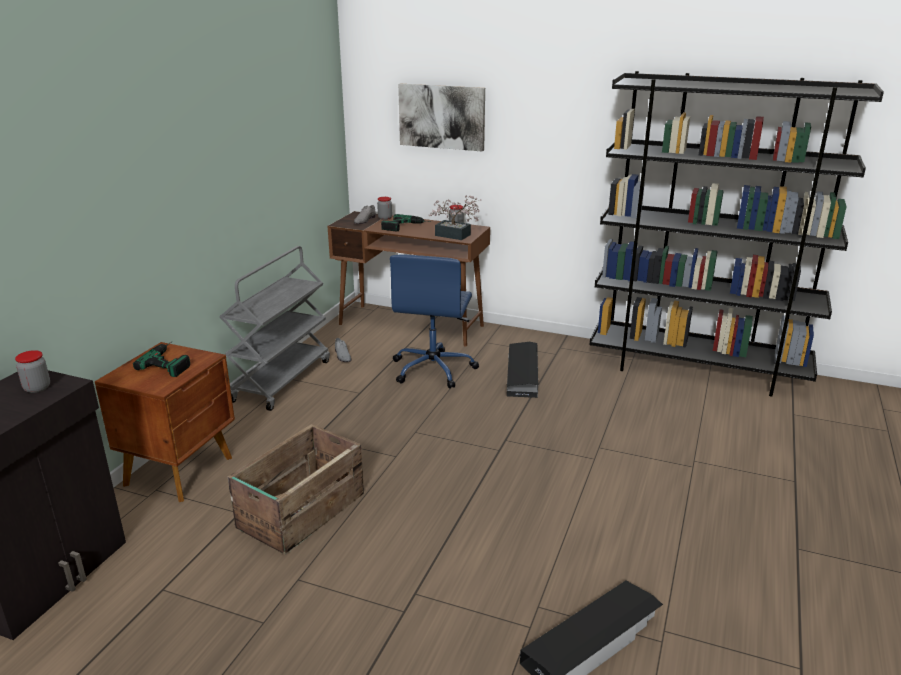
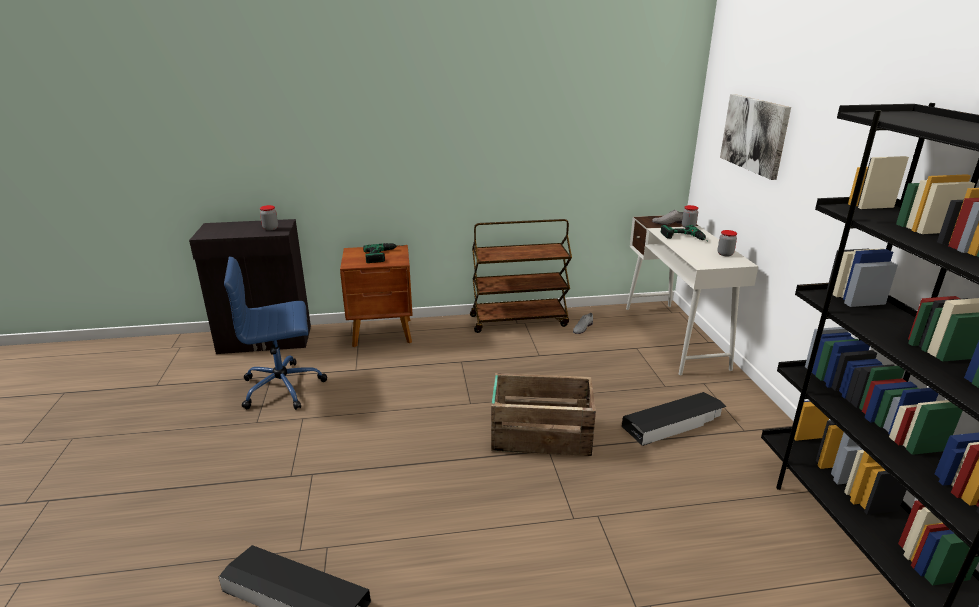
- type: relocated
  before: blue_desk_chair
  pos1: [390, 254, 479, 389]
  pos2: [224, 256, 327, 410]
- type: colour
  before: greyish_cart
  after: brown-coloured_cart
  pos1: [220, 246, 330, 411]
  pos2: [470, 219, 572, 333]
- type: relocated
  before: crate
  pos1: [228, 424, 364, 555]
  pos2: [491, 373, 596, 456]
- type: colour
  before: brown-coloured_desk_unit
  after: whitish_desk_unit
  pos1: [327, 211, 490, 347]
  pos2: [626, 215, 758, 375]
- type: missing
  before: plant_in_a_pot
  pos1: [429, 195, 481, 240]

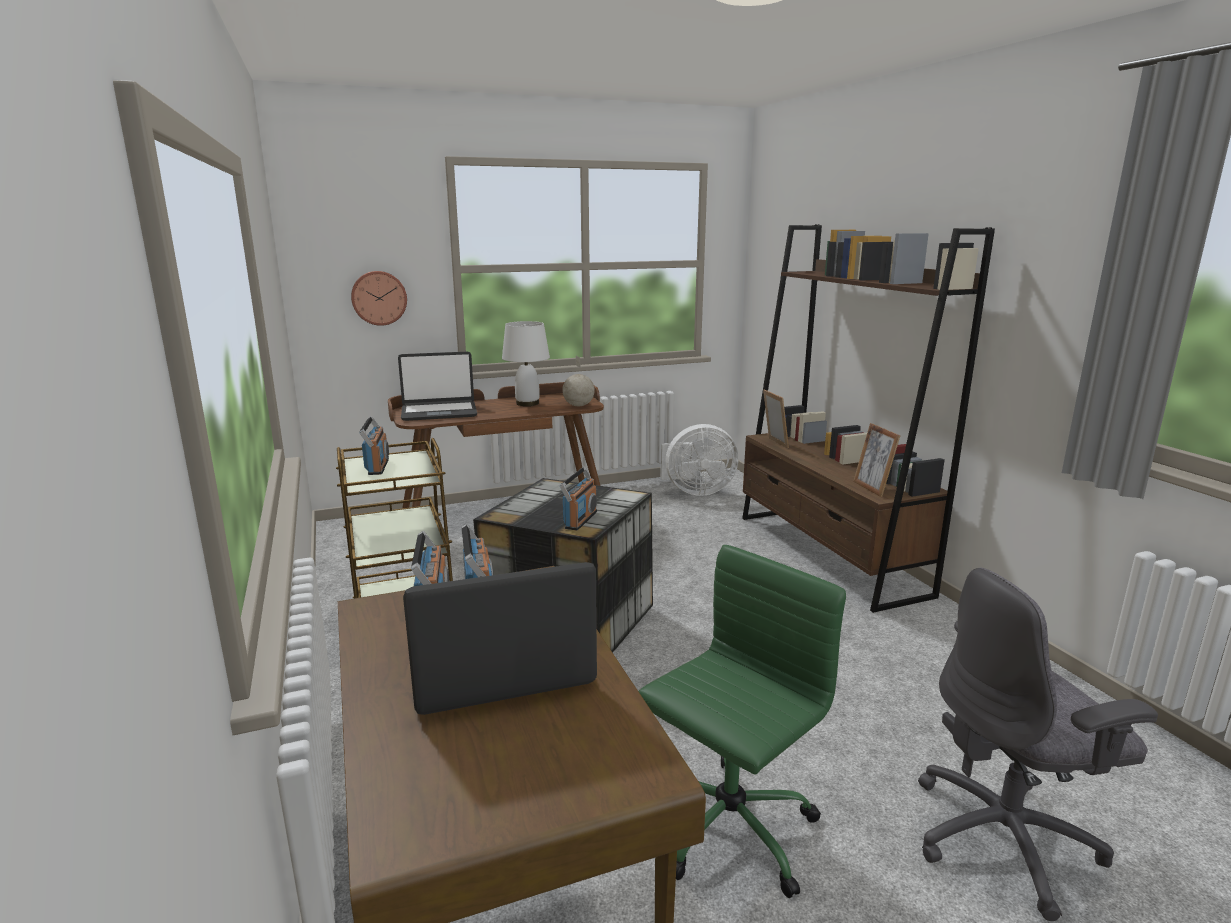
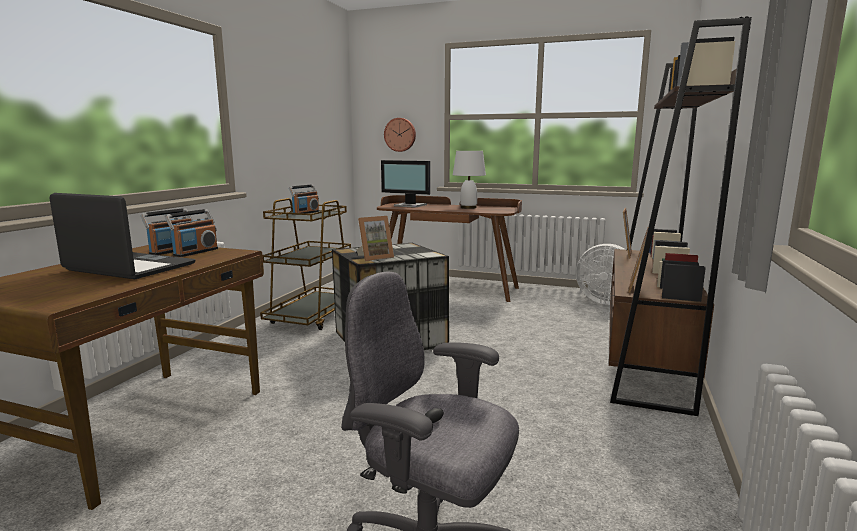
- type: exchanged
  before: radio_set
  after: picture_frame
  pos1: [560, 467, 597, 531]
  pos2: [357, 216, 394, 261]
- type: exchanged
  before: laptop
  after: computer_screen
  pos1: [398, 351, 477, 421]
  pos2: [381, 160, 430, 208]
- type: missing
  before: desk_globe
  pos1: [562, 356, 595, 406]
- type: missing
  before: greenish_desk_chair
  pos1: [638, 545, 846, 898]

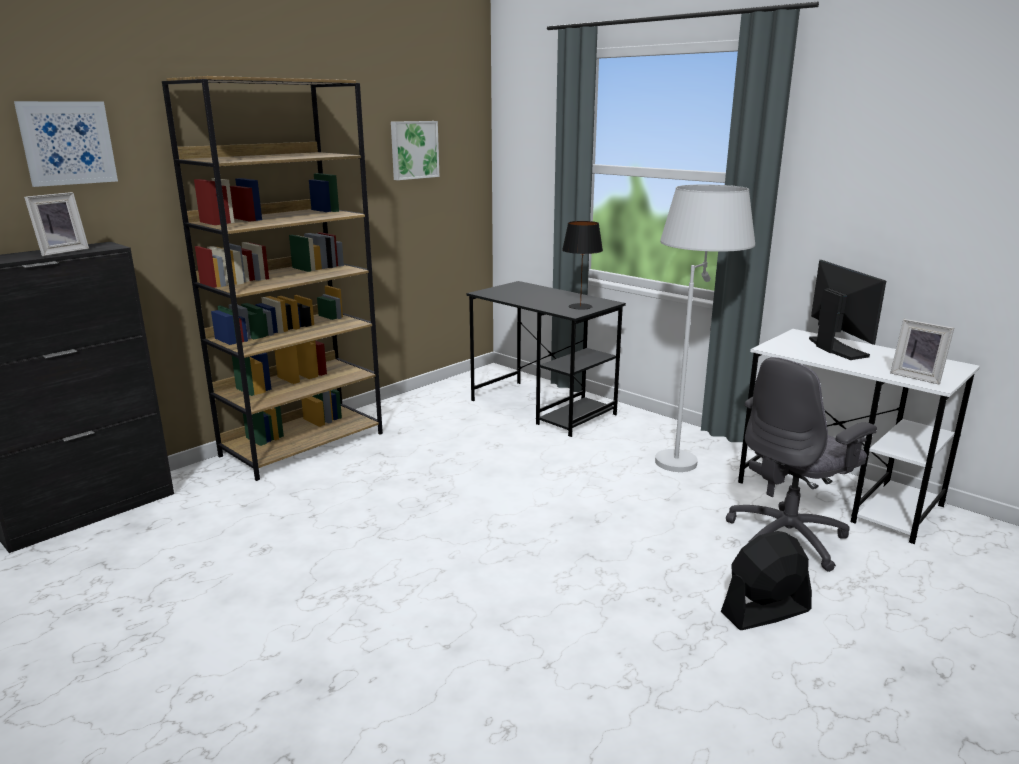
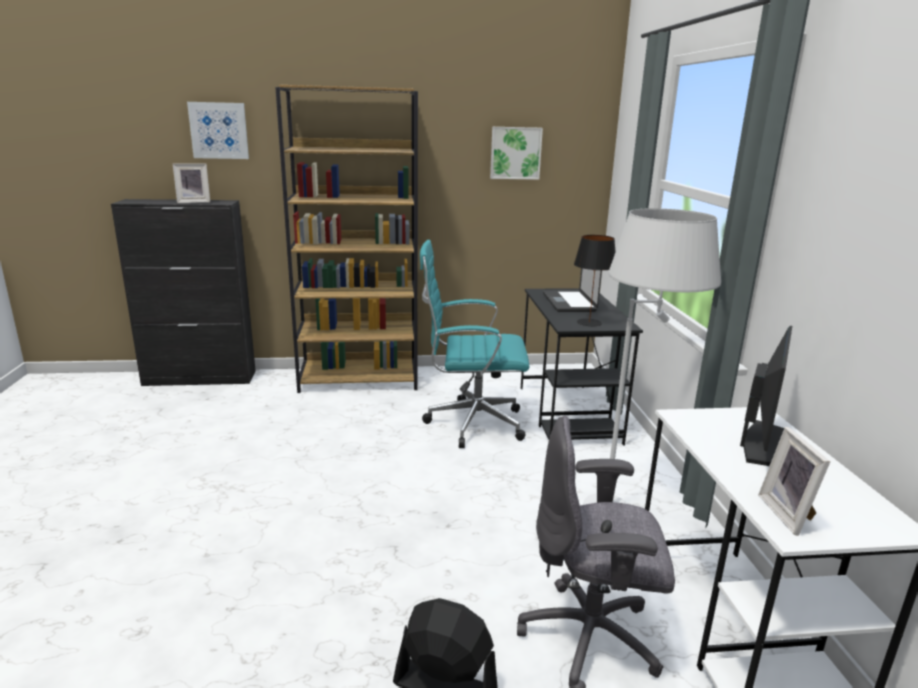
- type: appeared
  after: turquoise-coloured_desk_chair
  pos2: [420, 240, 529, 448]
- type: appeared
  after: laptop
  pos2: [543, 268, 602, 312]

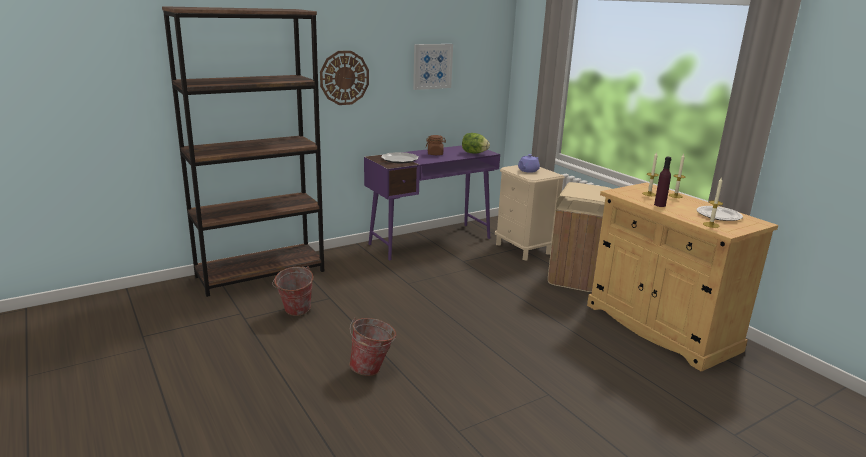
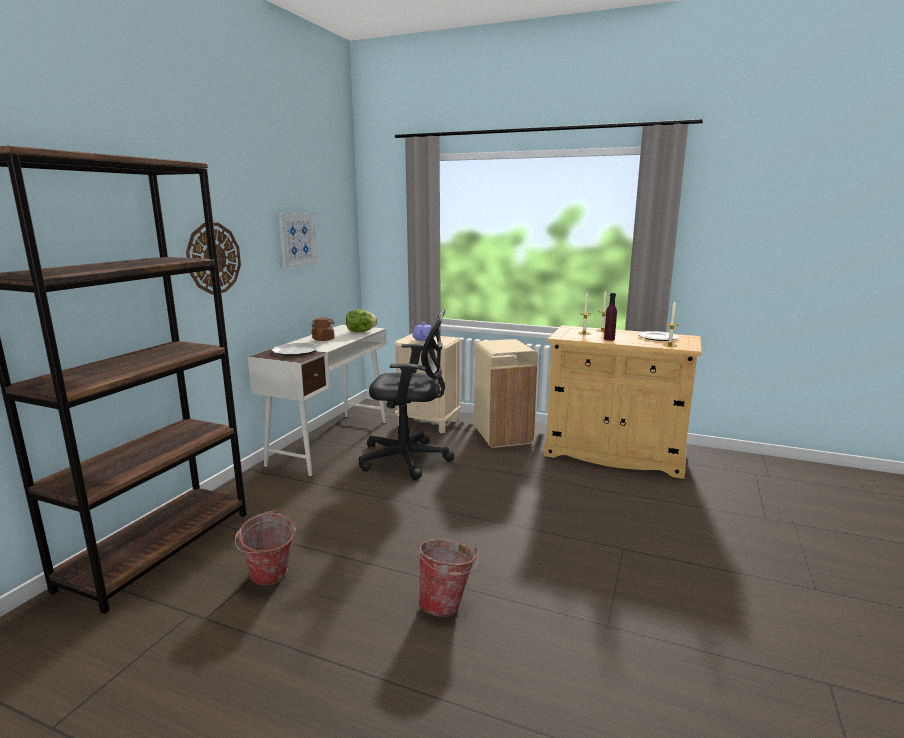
- type: colour
  before: purple_desk_unit
  after: whitish_desk_unit
  pos1: [364, 145, 500, 260]
  pos2: [248, 325, 387, 476]
- type: appeared
  after: black-coloured_desk_chair
  pos2: [359, 310, 454, 480]

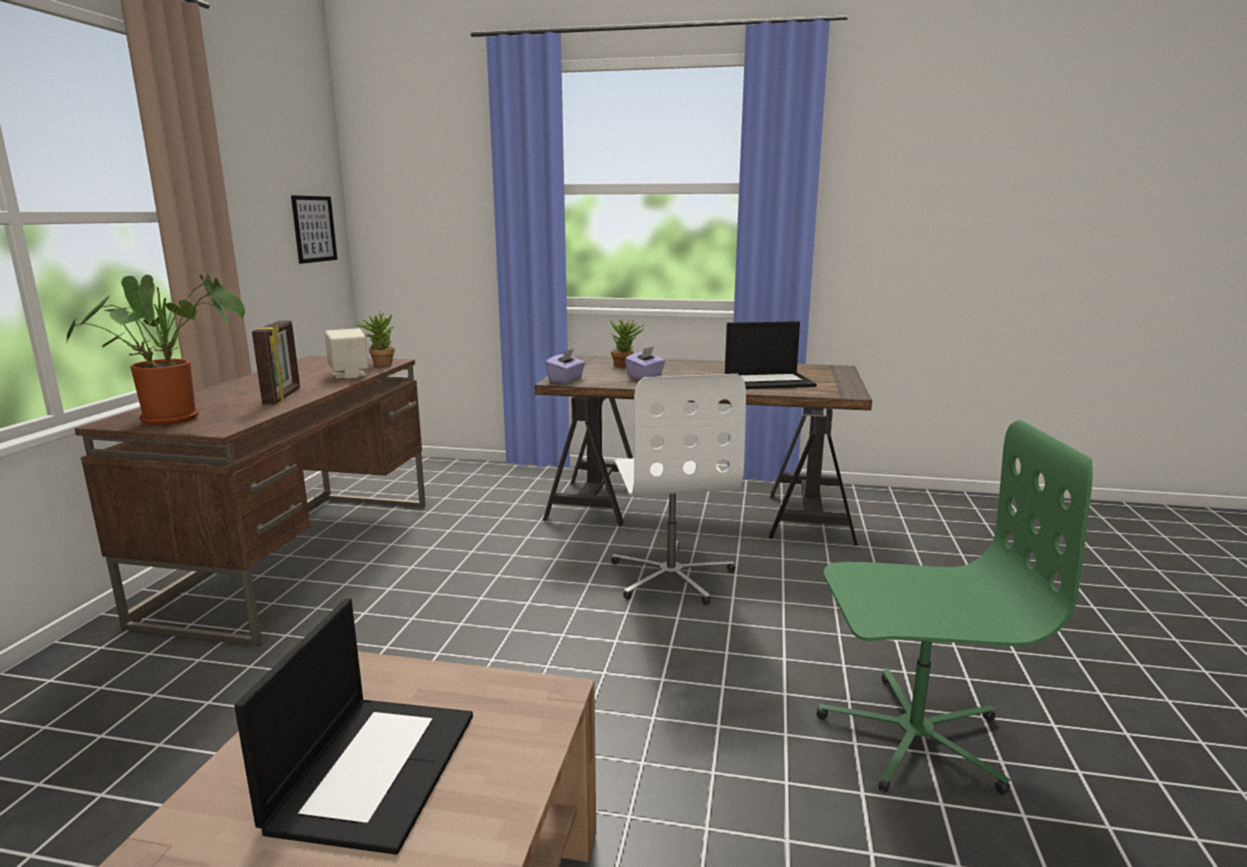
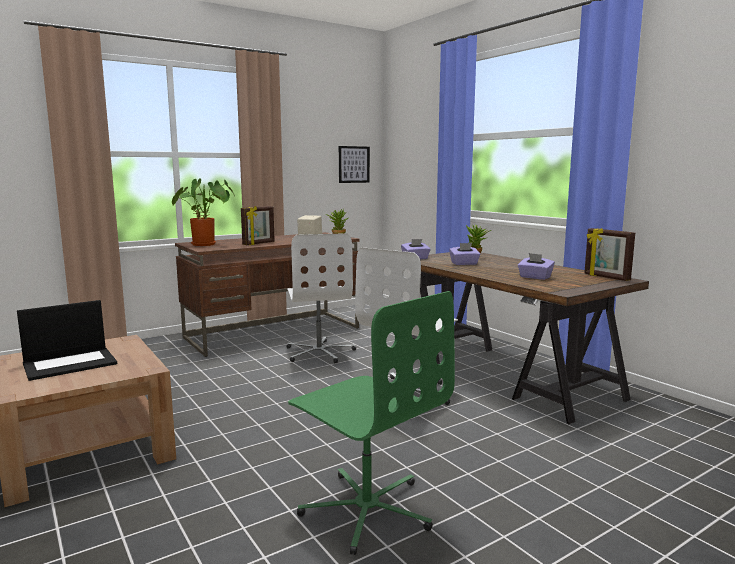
- type: appeared
  after: whitish_desk_chair
  pos2: [286, 233, 356, 364]
- type: exchanged
  before: laptop
  after: purple_box_of_tissues
  pos1: [725, 321, 817, 389]
  pos2: [518, 253, 555, 280]
- type: appeared
  after: picture_frame
  pos2: [584, 228, 635, 281]

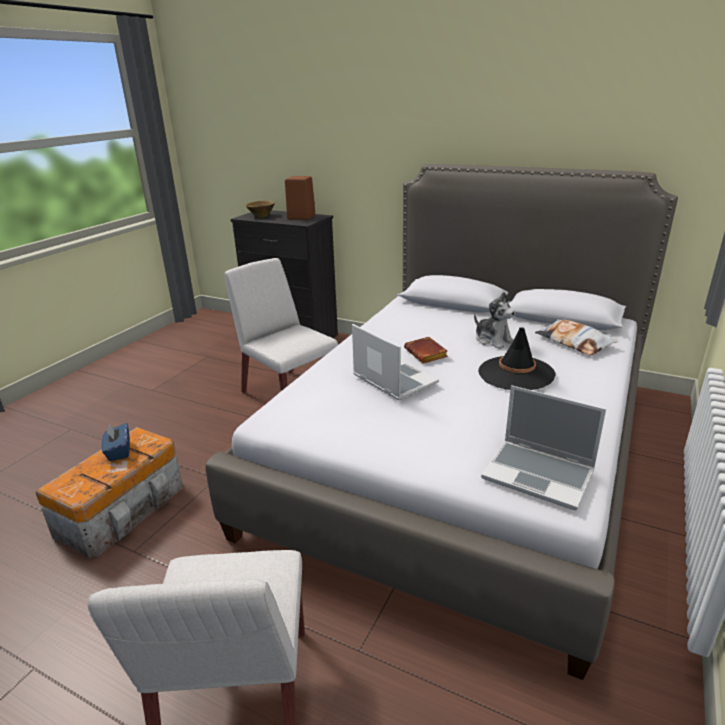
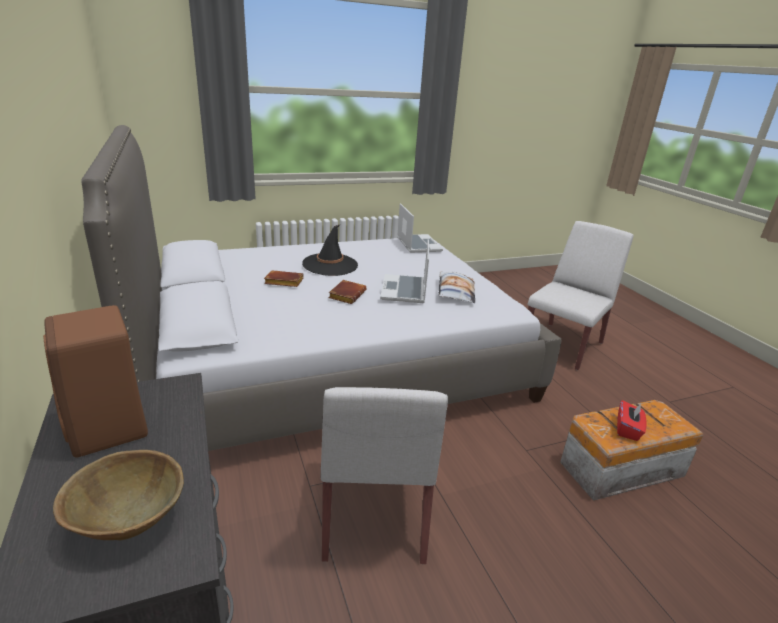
- type: exchanged
  before: plush_toy
  after: brown-coloured_bound_book
  pos1: [474, 292, 515, 349]
  pos2: [264, 270, 304, 287]
- type: relocated
  before: pillow
  pos1: [535, 319, 618, 356]
  pos2: [438, 271, 475, 303]
- type: colour
  before: blue_box_of_tissues
  after: reddish_box_of_tissues
  pos1: [102, 423, 130, 461]
  pos2: [617, 400, 646, 441]

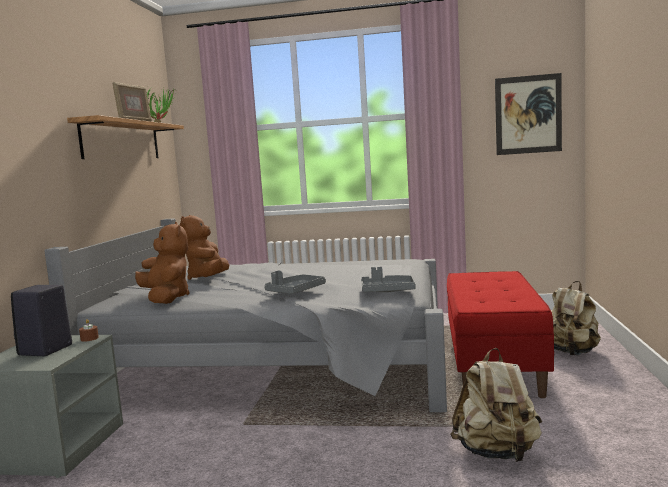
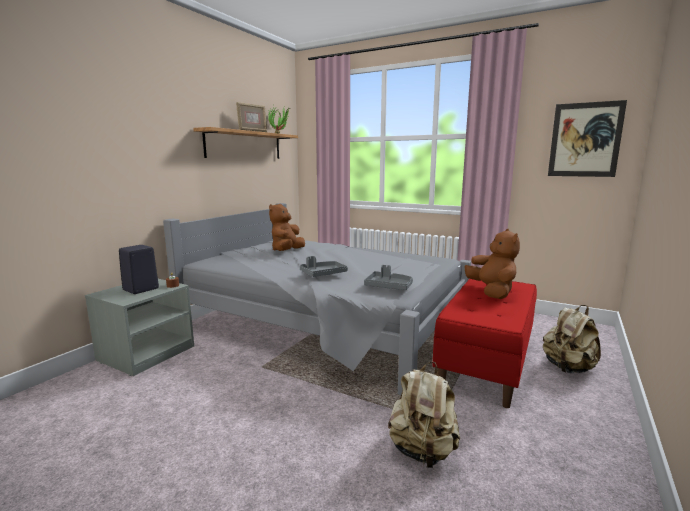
- type: relocated
  before: brown-coloured_plush_toy
  pos1: [135, 222, 190, 304]
  pos2: [465, 229, 520, 299]

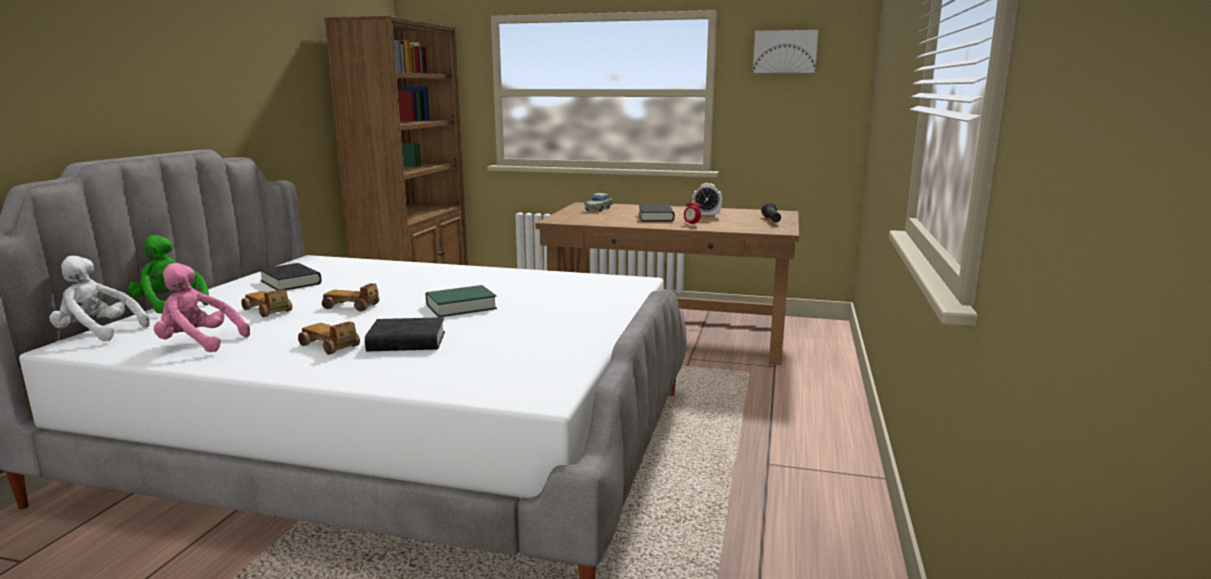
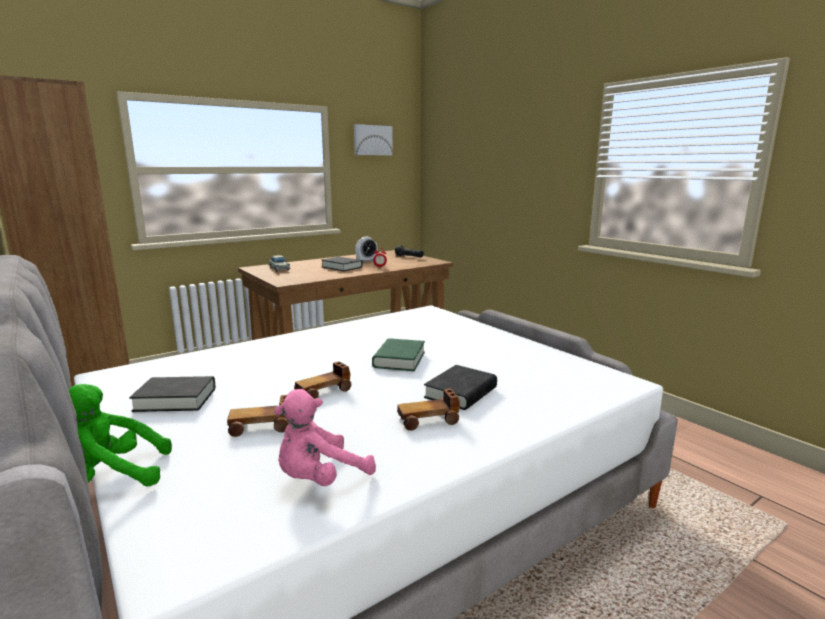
- type: missing
  before: whitish_plush_toy
  pos1: [49, 256, 150, 341]

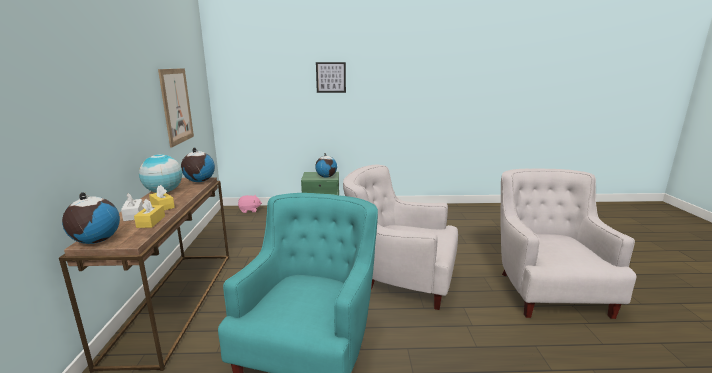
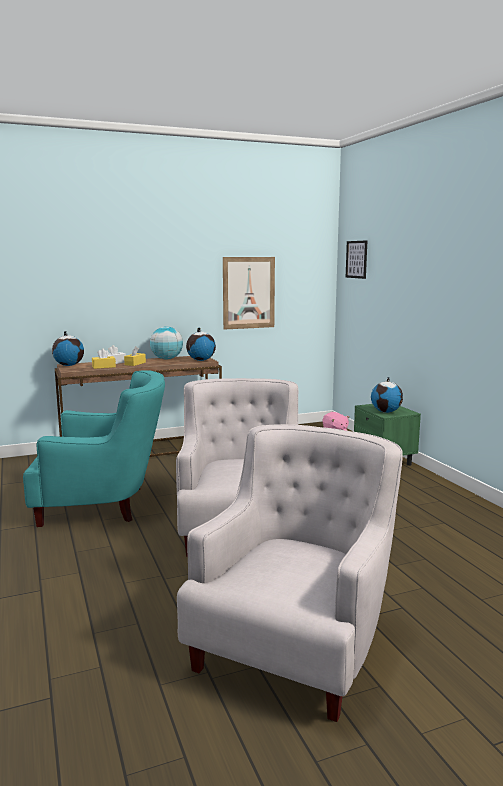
- type: spun
  before: whitish_lounge_chair
  pos1: [500, 168, 636, 319]
  pos2: [177, 424, 403, 722]
  turn: -45
- type: relocated
  before: wall_art
  pos1: [316, 62, 346, 93]
  pos2: [346, 240, 367, 279]

